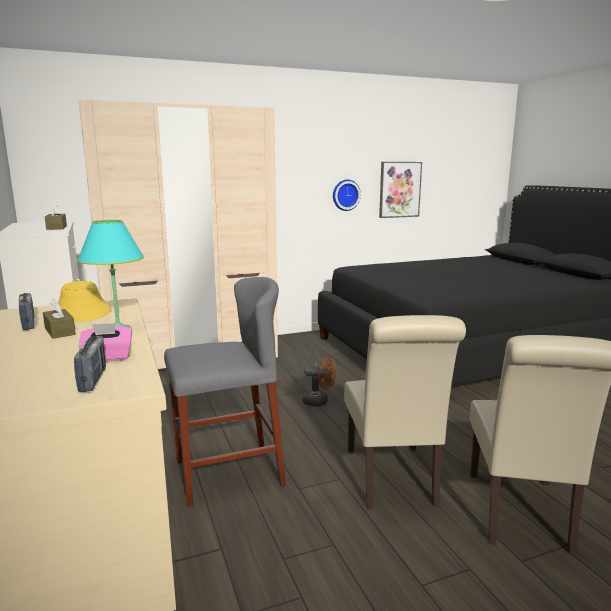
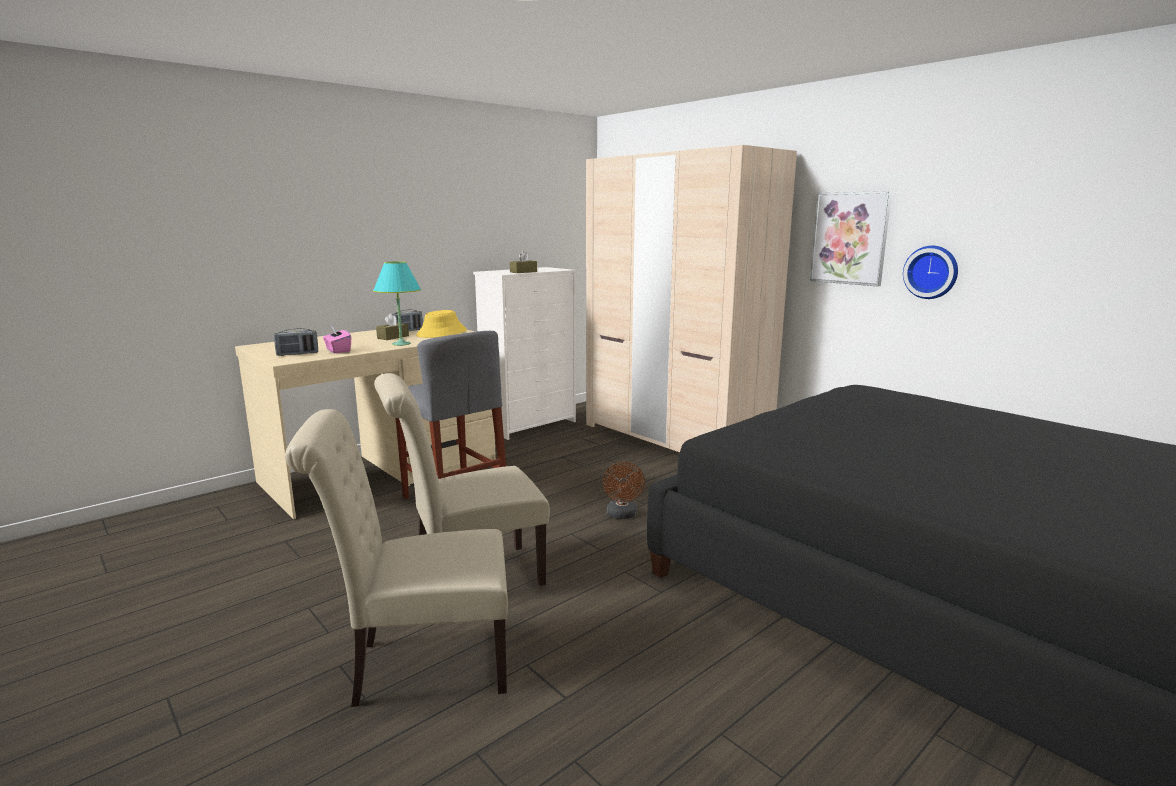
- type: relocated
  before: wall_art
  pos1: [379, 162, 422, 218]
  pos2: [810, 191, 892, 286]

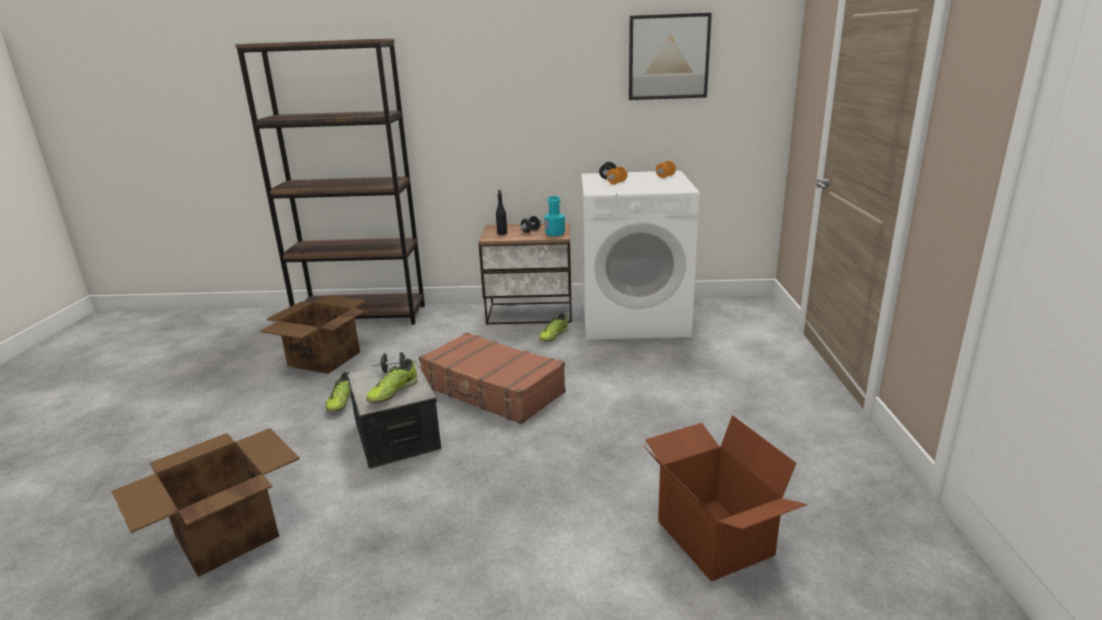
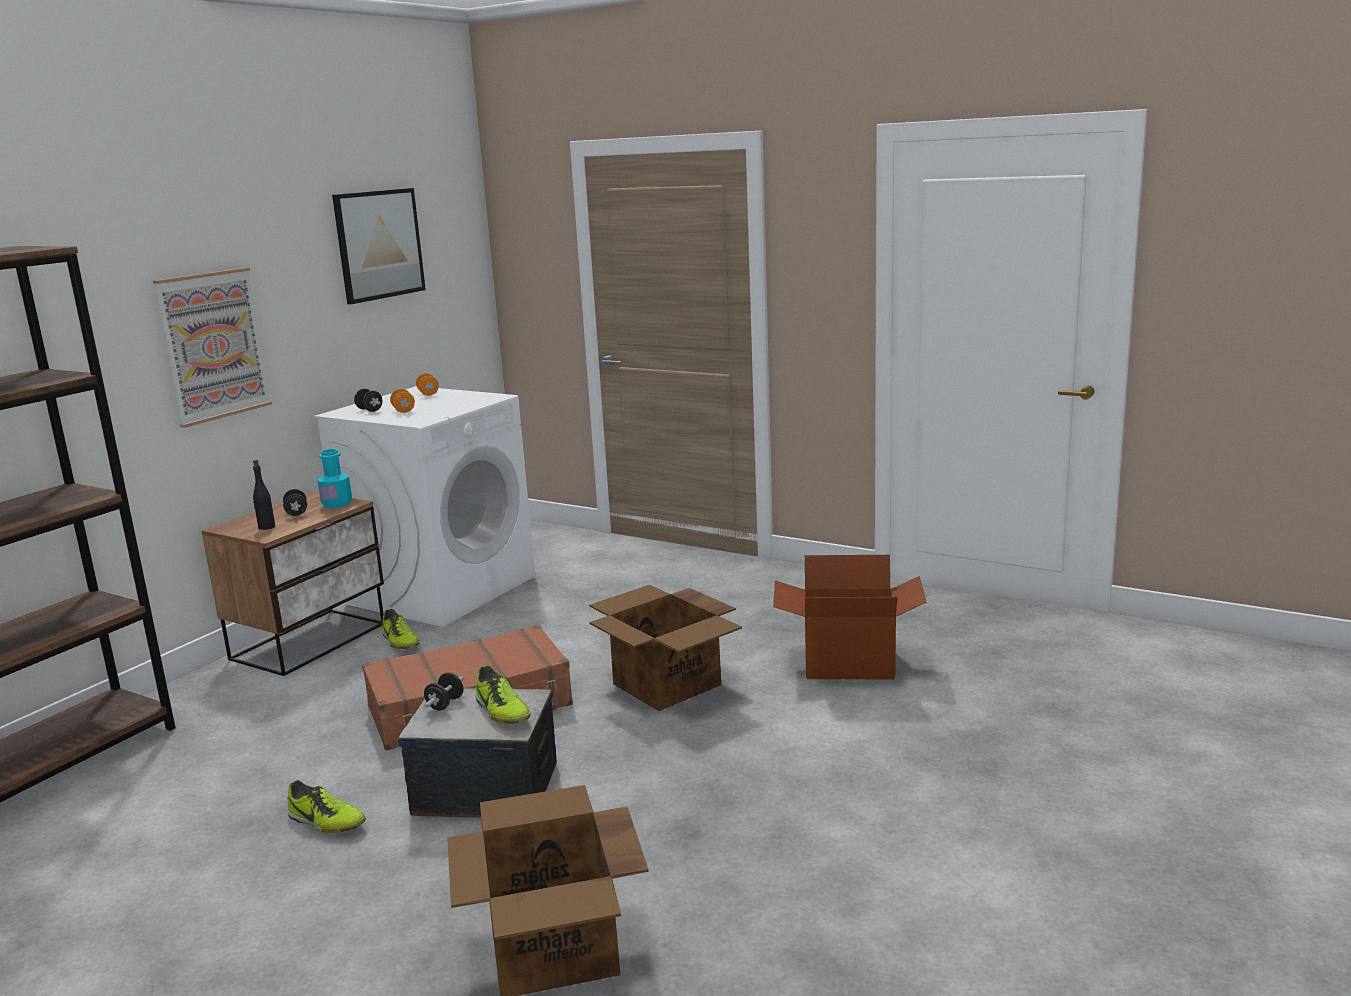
- type: appeared
  after: wall_art
  pos2: [153, 267, 272, 428]
- type: relocated
  before: carton
  pos1: [260, 295, 367, 374]
  pos2: [589, 585, 742, 711]

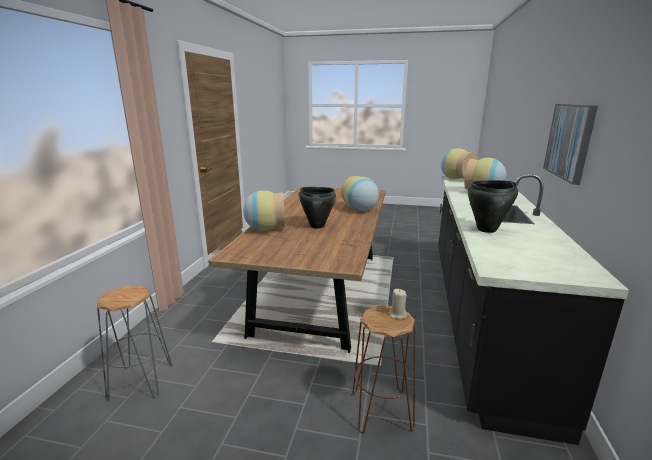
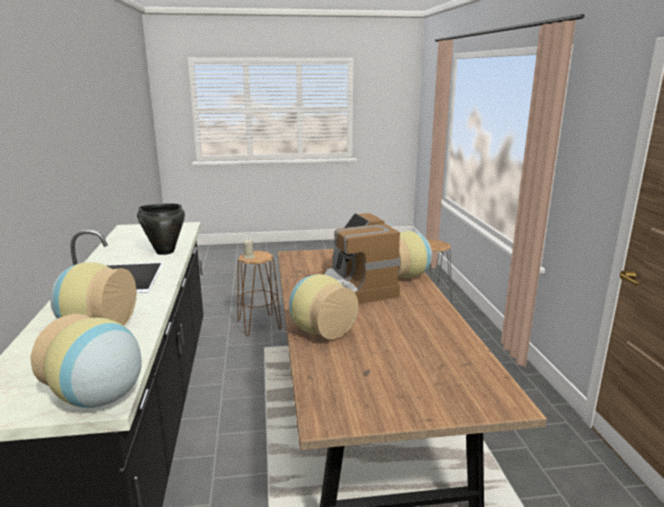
- type: exchanged
  before: black-coloured_cooking_pot
  after: coffee_machine
  pos1: [299, 187, 336, 229]
  pos2: [321, 213, 400, 304]
- type: missing
  before: wall_art
  pos1: [543, 104, 598, 185]

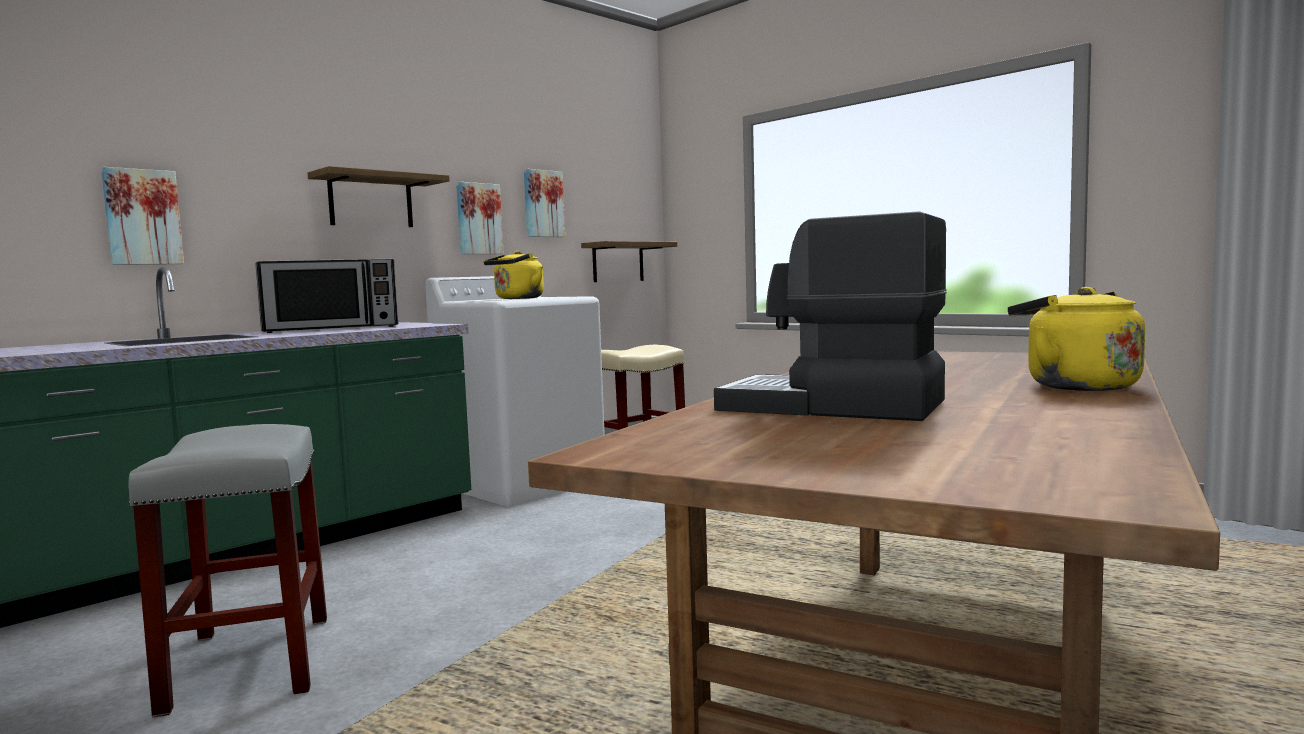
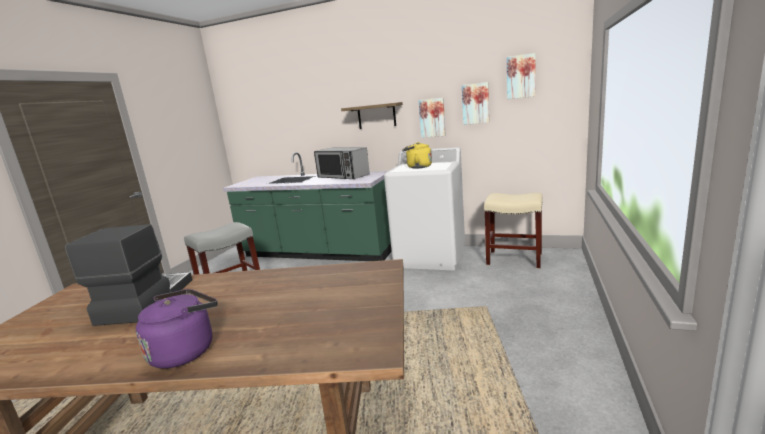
- type: colour
  before: yellowish_tea_kettle
  after: purple_tea_kettle
  pos1: [1008, 287, 1145, 391]
  pos2: [136, 289, 218, 369]
- type: relocated
  before: wall_art
  pos1: [101, 167, 184, 265]
  pos2: [507, 53, 536, 99]
- type: missing
  before: shelf
  pos1: [581, 241, 677, 282]

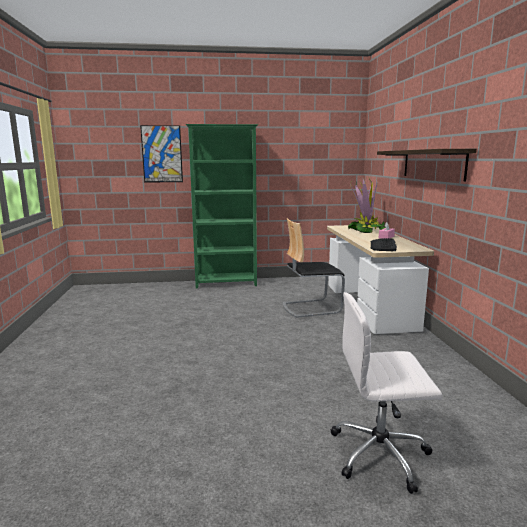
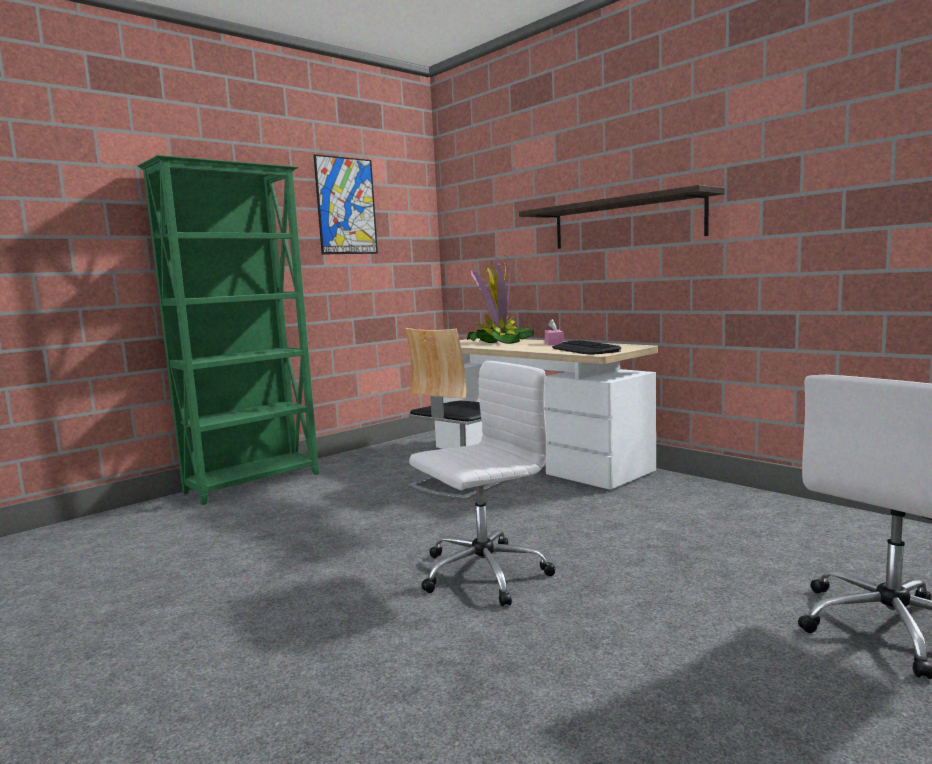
- type: relocated
  before: wall_art
  pos1: [140, 125, 183, 183]
  pos2: [313, 154, 378, 254]
- type: appeared
  after: whitish_desk_chair
  pos2: [409, 361, 556, 607]

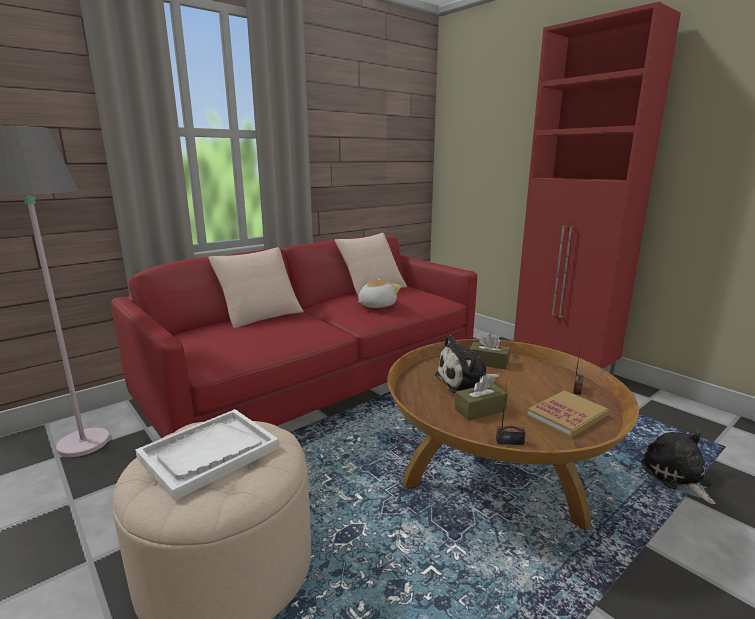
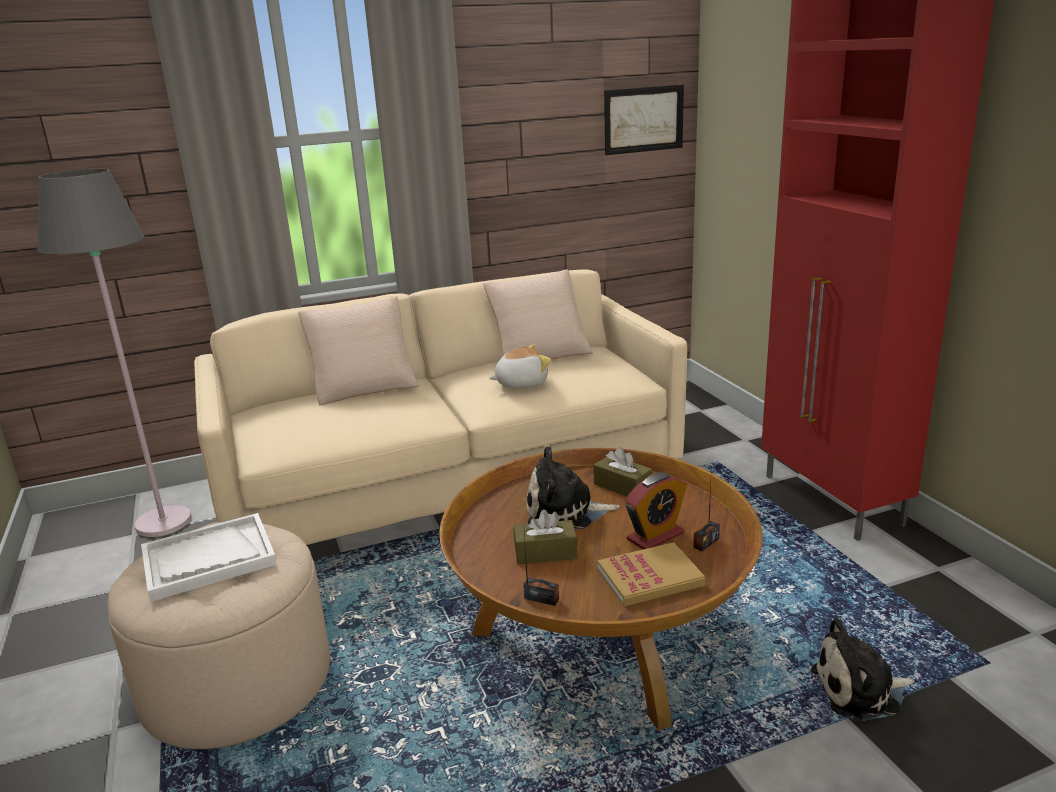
- type: colour
  before: reddish_couch
  after: sand-coloured_couch
  pos1: [111, 236, 477, 438]
  pos2: [194, 270, 687, 545]
- type: appeared
  after: wall_art
  pos2: [604, 85, 684, 155]
- type: appeared
  after: table_clock
  pos2: [625, 472, 687, 549]
- type: spun
  before: plush_toy
  pos1: [641, 431, 716, 504]
  pos2: [811, 618, 914, 721]
  turn: -105

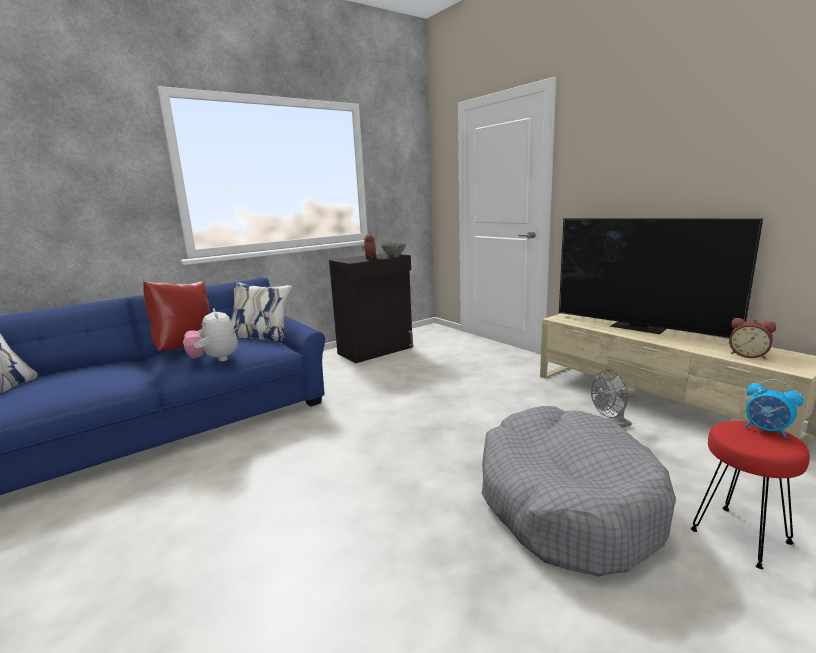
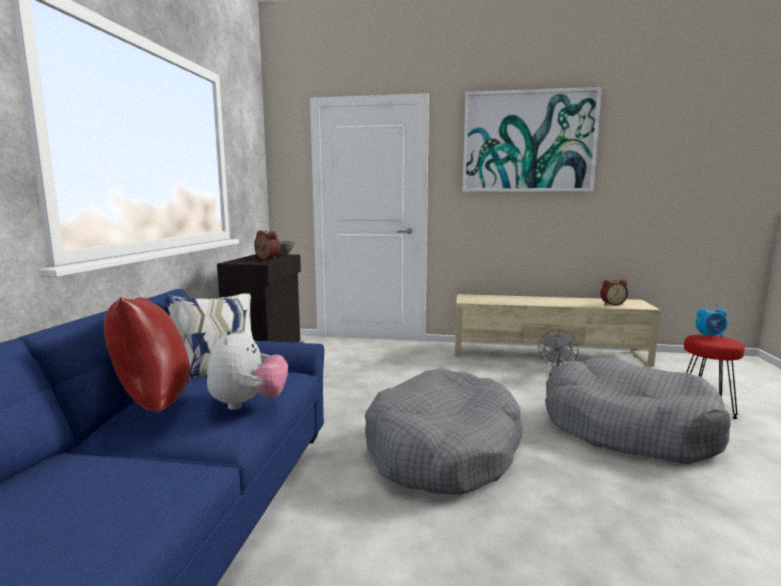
- type: spun
  before: plush_toy
  pos1: [183, 308, 238, 361]
  pos2: [207, 327, 288, 410]
  turn: -105
- type: appeared
  after: greyish_pet_bed
  pos2: [365, 368, 523, 495]
- type: appeared
  after: wall_art
  pos2: [463, 87, 602, 192]
- type: missing
  before: TV
  pos1: [559, 218, 763, 338]

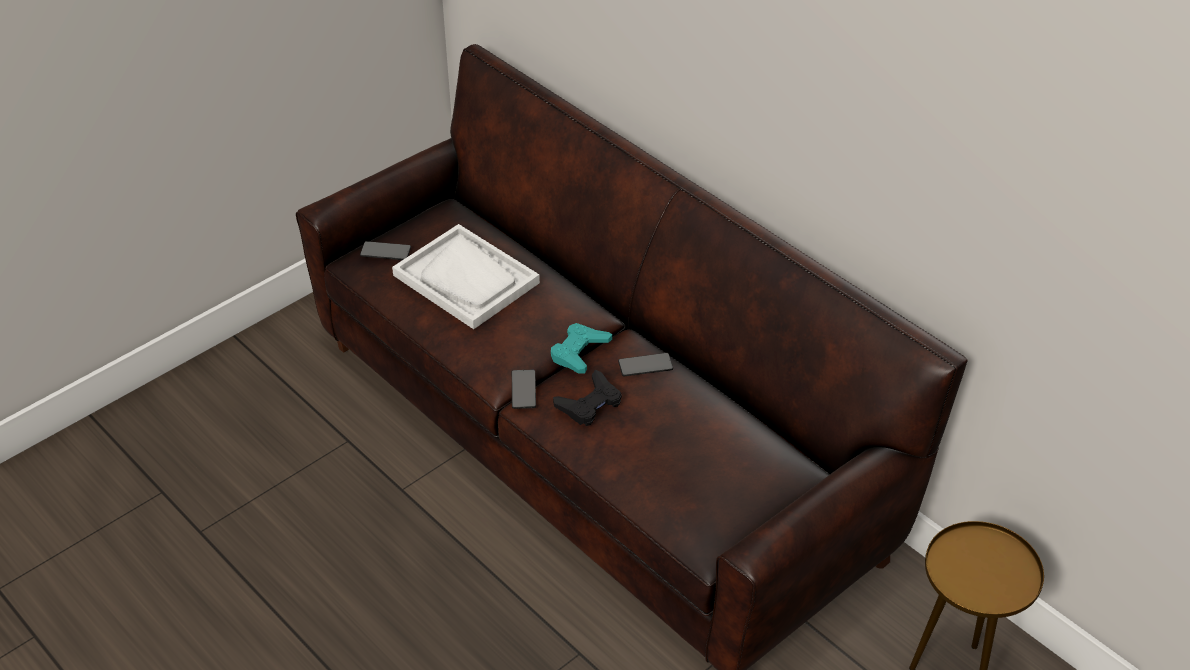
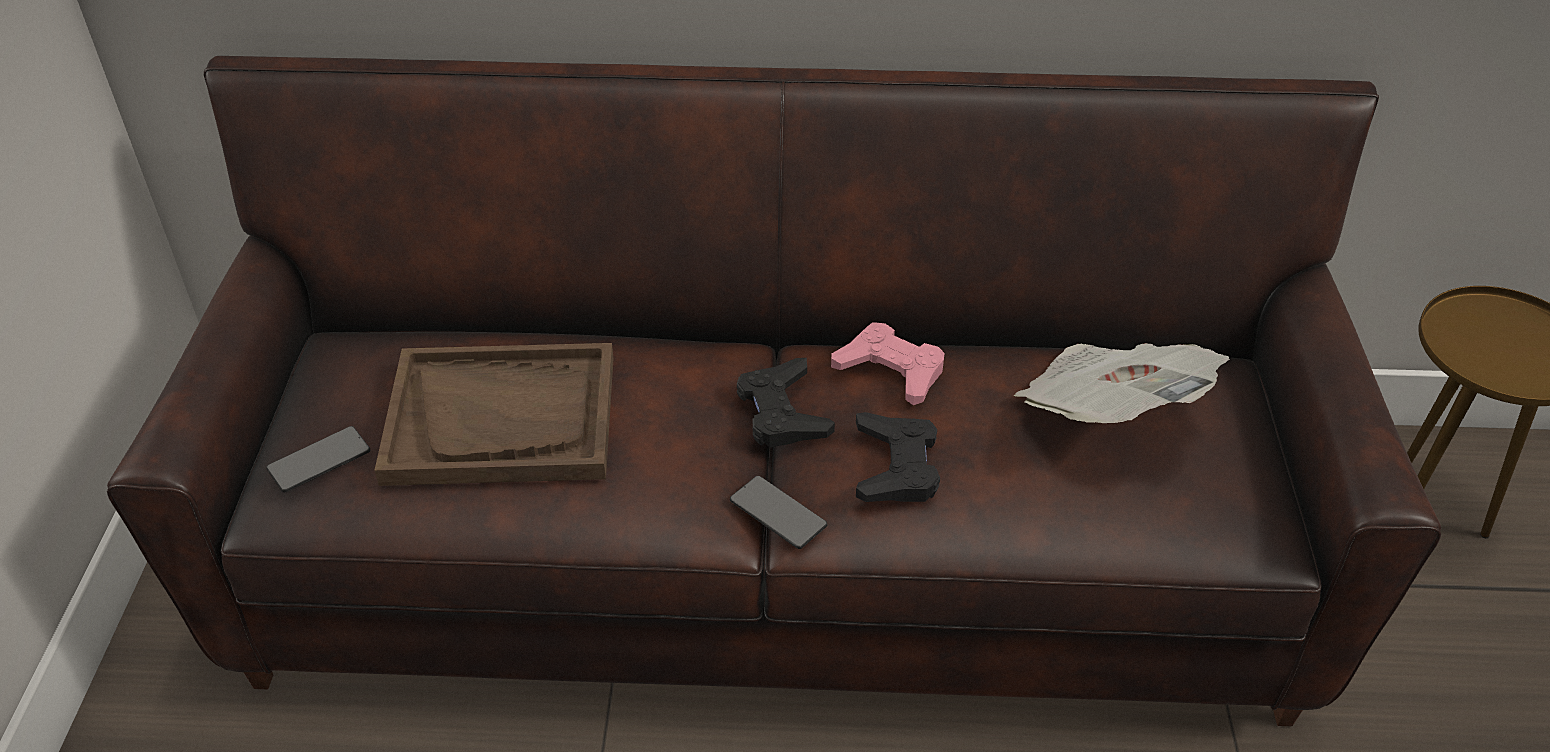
- type: colour
  before: whitish_serving_tray
  after: brown-coloured_serving_tray
  pos1: [392, 224, 540, 329]
  pos2: [374, 343, 614, 486]
- type: colour
  before: turquoise-coloured_joypad
  after: black-coloured_joypad
  pos1: [551, 323, 612, 374]
  pos2: [737, 358, 835, 448]
- type: exchanged
  before: handset
  after: pink_joypad
  pos1: [618, 353, 673, 376]
  pos2: [831, 322, 945, 405]
- type: appeared
  after: printed_paper
  pos2: [1014, 343, 1230, 423]

